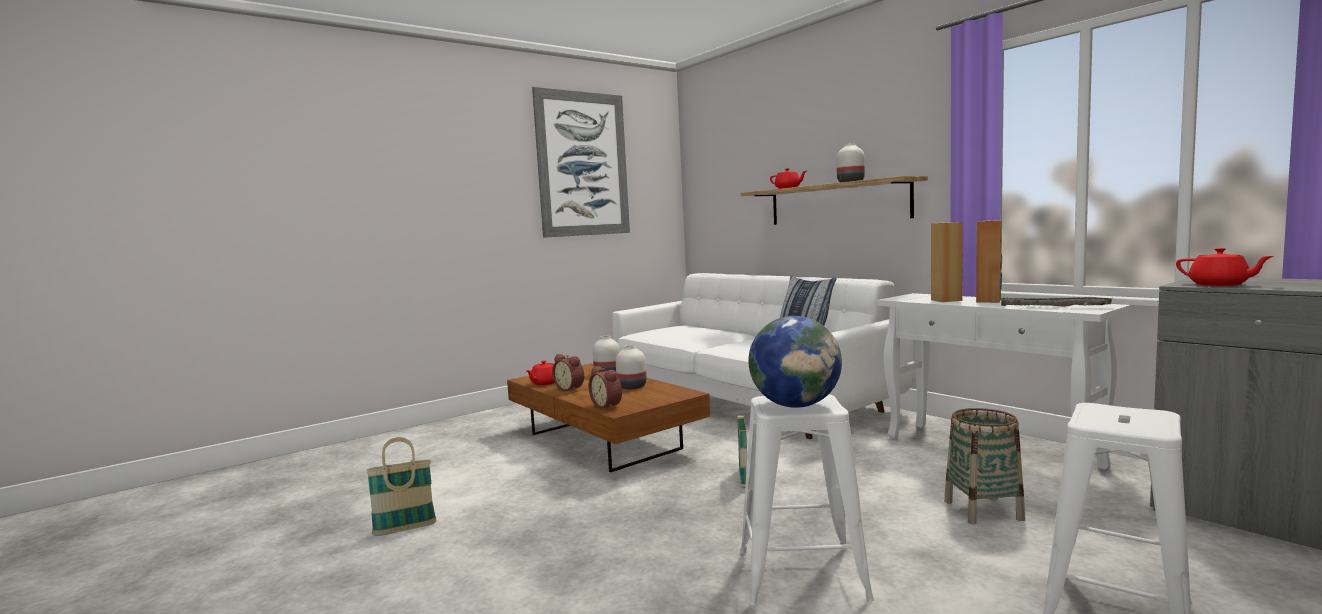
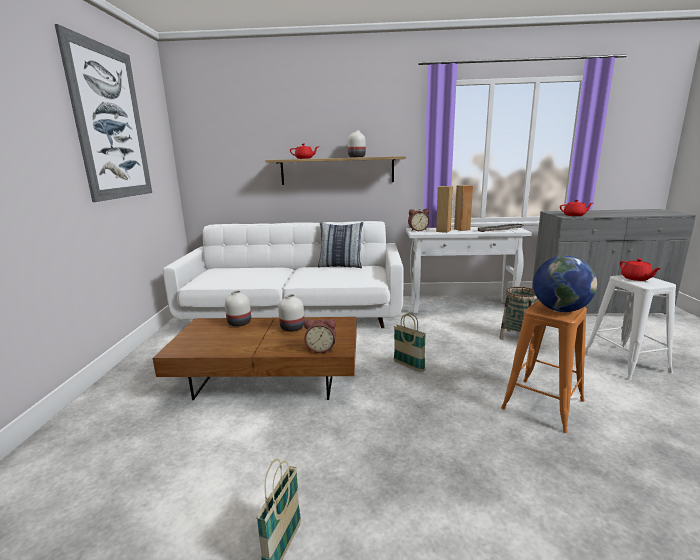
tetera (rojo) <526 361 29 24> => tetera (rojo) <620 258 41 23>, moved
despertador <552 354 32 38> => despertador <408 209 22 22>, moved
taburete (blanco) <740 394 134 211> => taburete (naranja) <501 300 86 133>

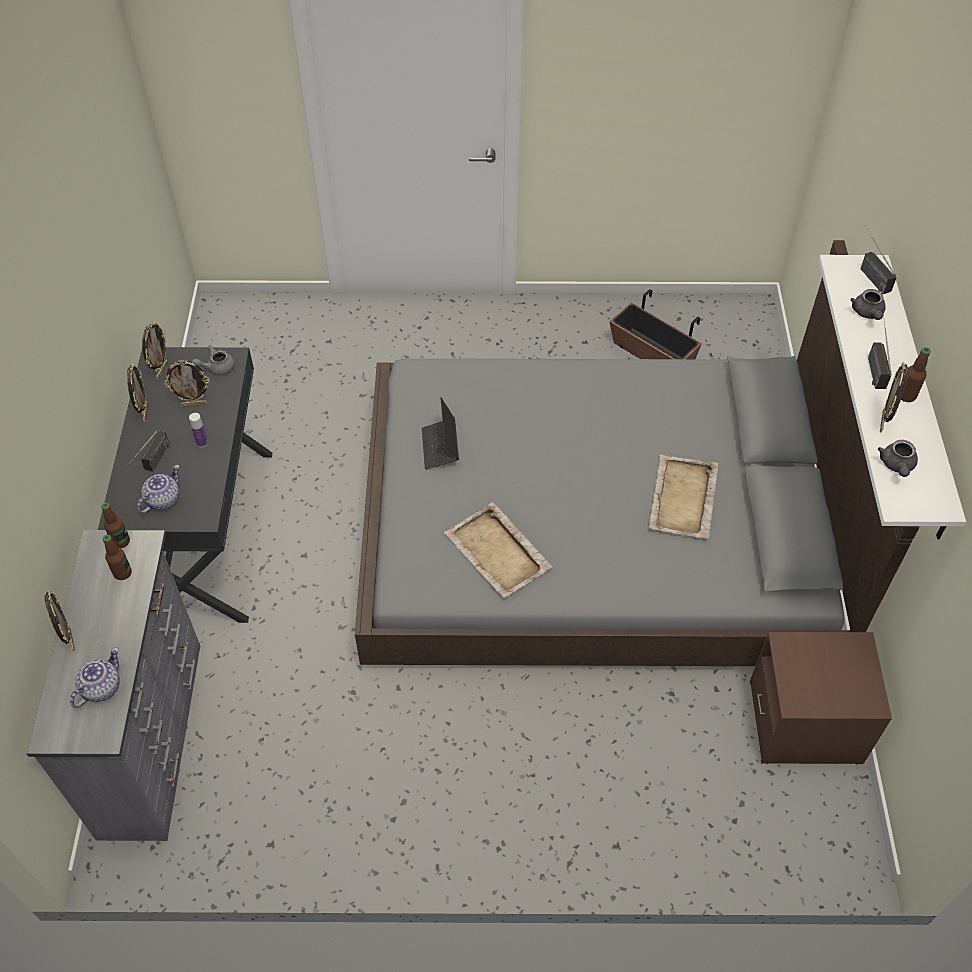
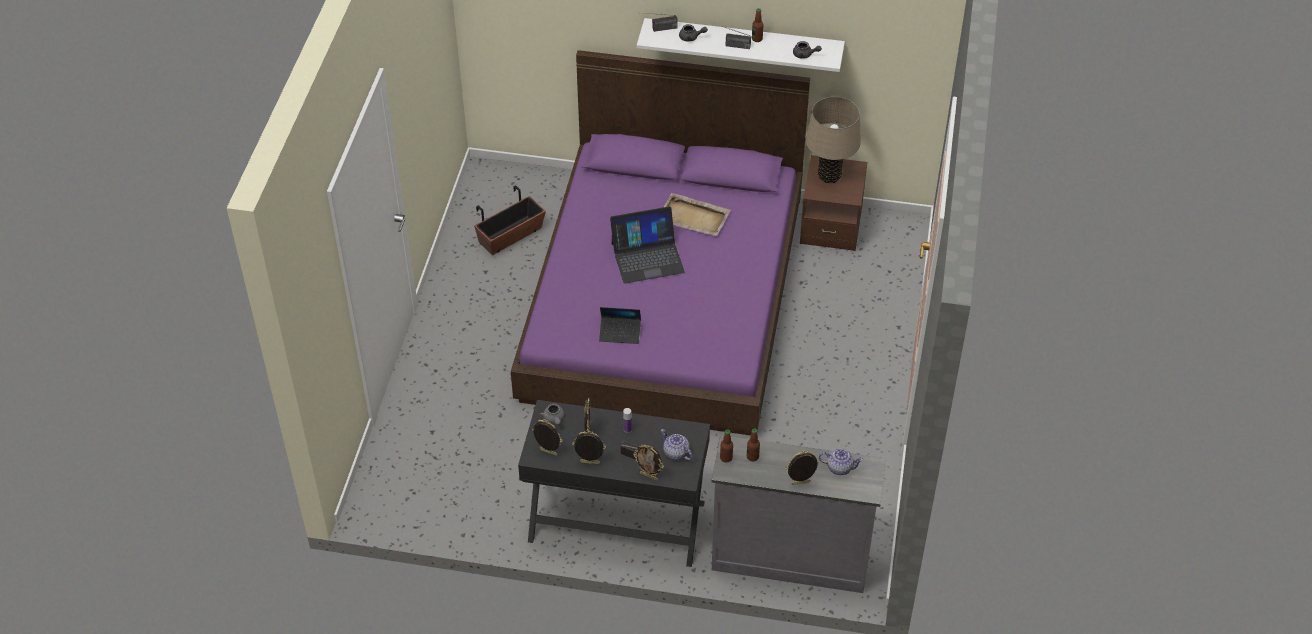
bandeja (beis) <444 502 109 96> => nothing
nothing => portátil <610 206 75 77>
nothing => lámpara de mesa (beis) <806 97 55 86>
portarretratos <880 362 29 70> => portarretratos <633 444 31 37>, moved
cama (gris) <355 240 564 426> => cama (morado) <511 50 299 385>
tetera <70 647 49 61> => tetera <819 448 44 27>, 150 degrees clockwise

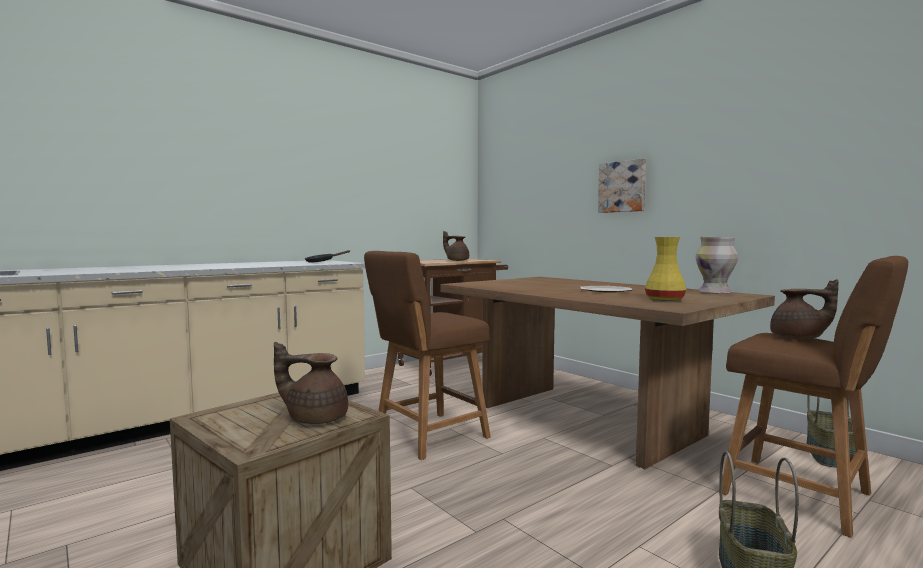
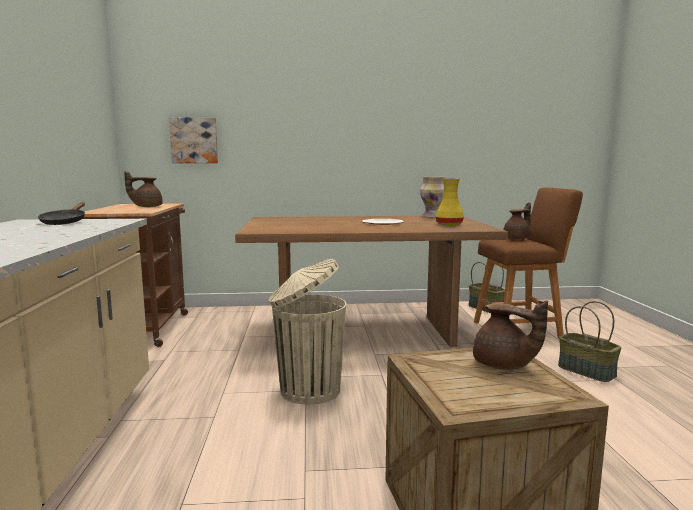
cuadro <598 158 48 55> => cuadro <169 117 49 46>, moved
taburete (marrón) <364 251 127 209> => papelera (beis) <268 259 78 146>
tetera (marrón) <274 342 74 82> => tetera (marrón) <473 300 75 70>, 90 degrees counterclockwise

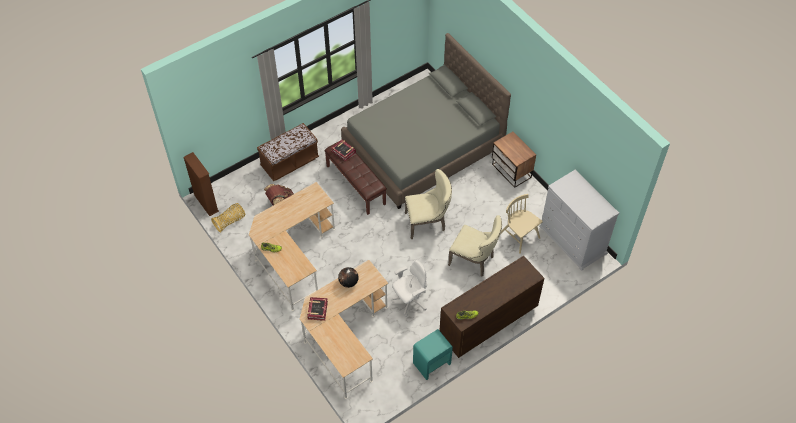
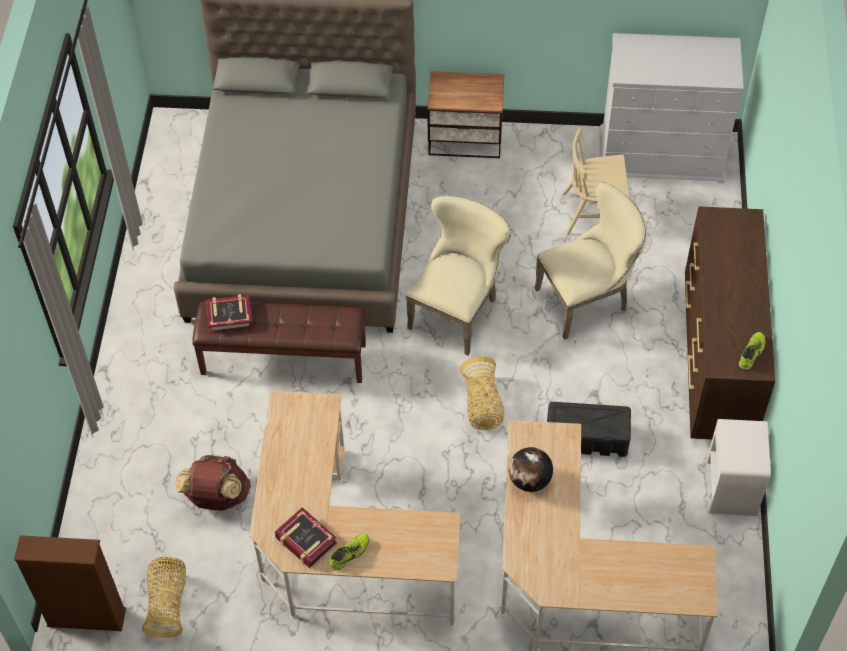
banco (marrón) <257 123 62 58> => nothing
nothing => cesta <460 357 44 73>
libro <307 297 21 24> => libro <275 507 62 61>, moved
silla de oficina (blanco) <392 260 35 57> => caja de almacenaje (negro) <547 402 84 55>
mesita de noche (turquesa) <413 329 40 51> => mesita de noche (blanco) <707 419 64 97>

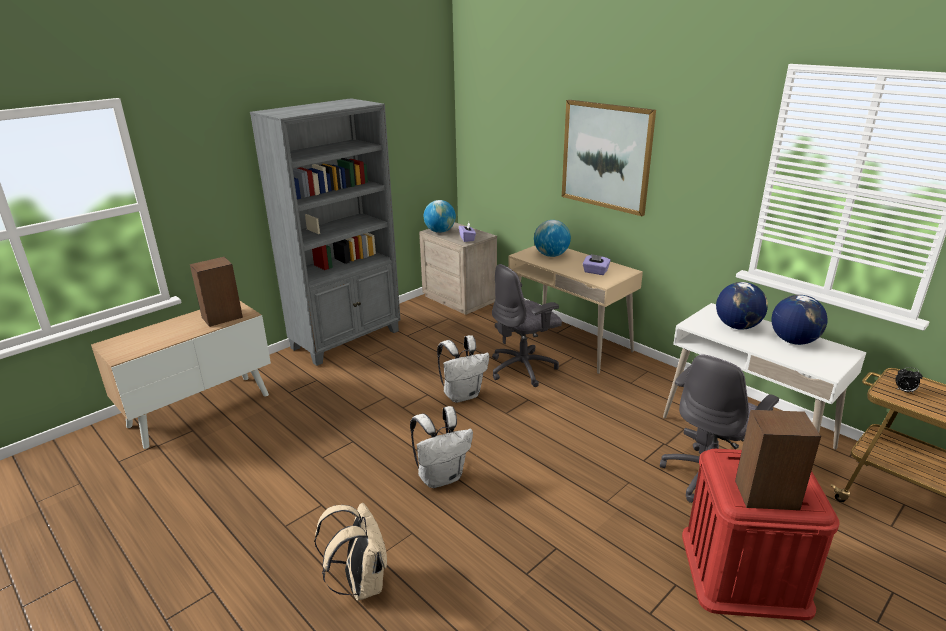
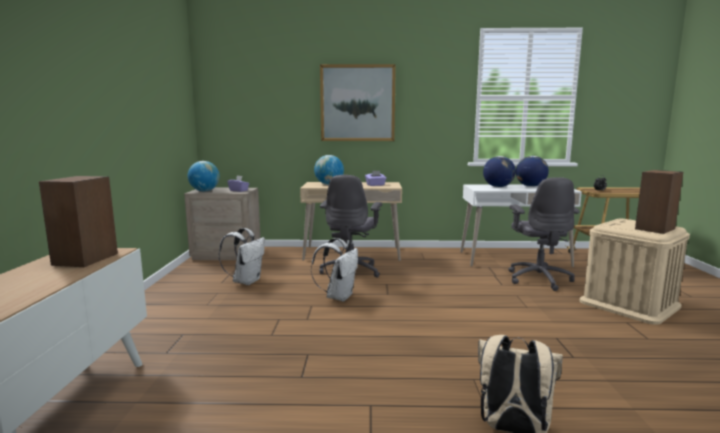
estantería (gris) <250 98 151 268> => nothing
mochila (blanco) <410 406 63 82> => mochila (blanco) <219 228 46 57>, moved
caja de almacenaje (rojo) <682 449 158 171> => caja de almacenaje (beis) <580 218 110 107>

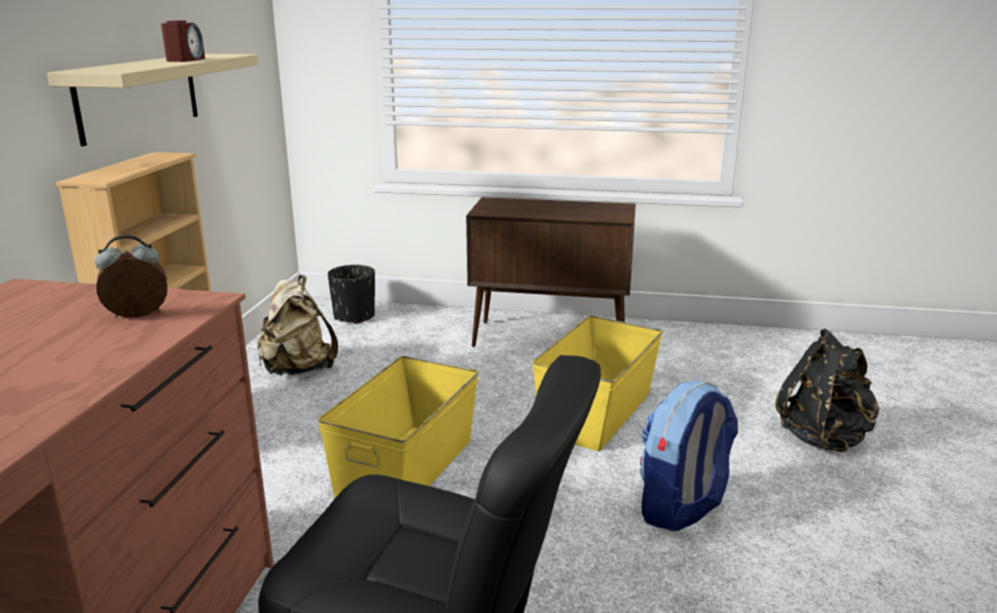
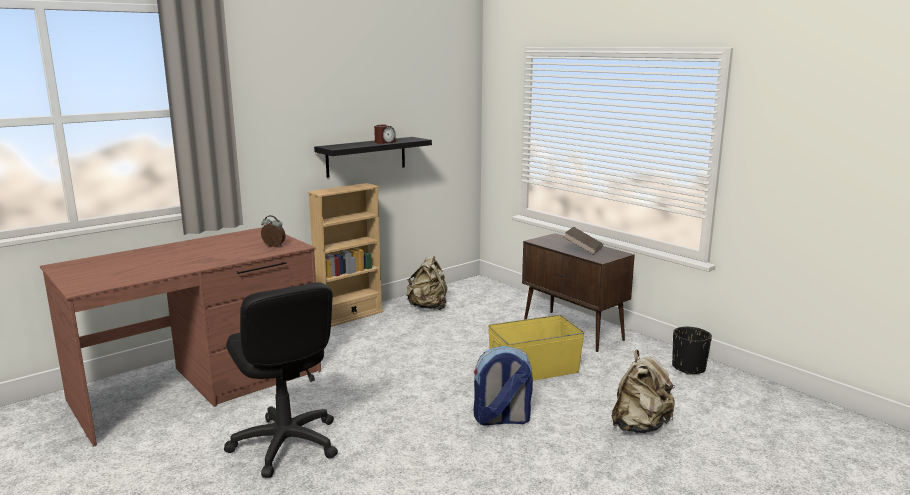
caja de almacenaje (amarillo) <318 356 161 142> => nothing
nothing => libro (marrón) <563 227 40 28>
maceta (negro) <328 265 47 59> => maceta (negro) <672 327 40 48>, moved
estante (beis) <47 54 211 92> => estante (negro) <314 137 118 41>
mochila (negro) <775 328 105 124> => mochila (beis) <612 350 63 83>

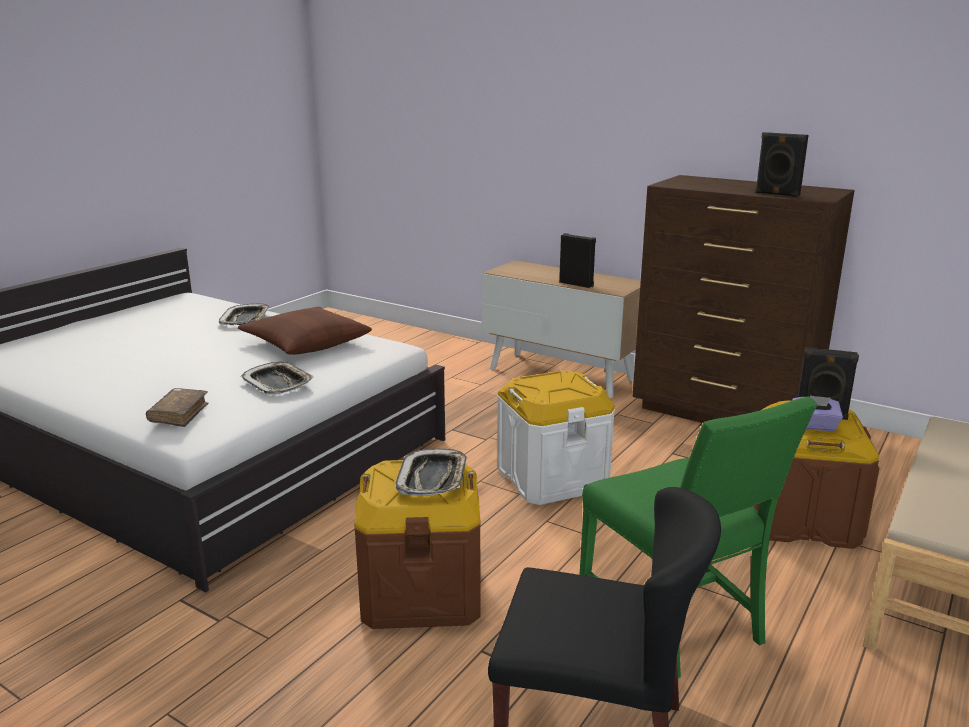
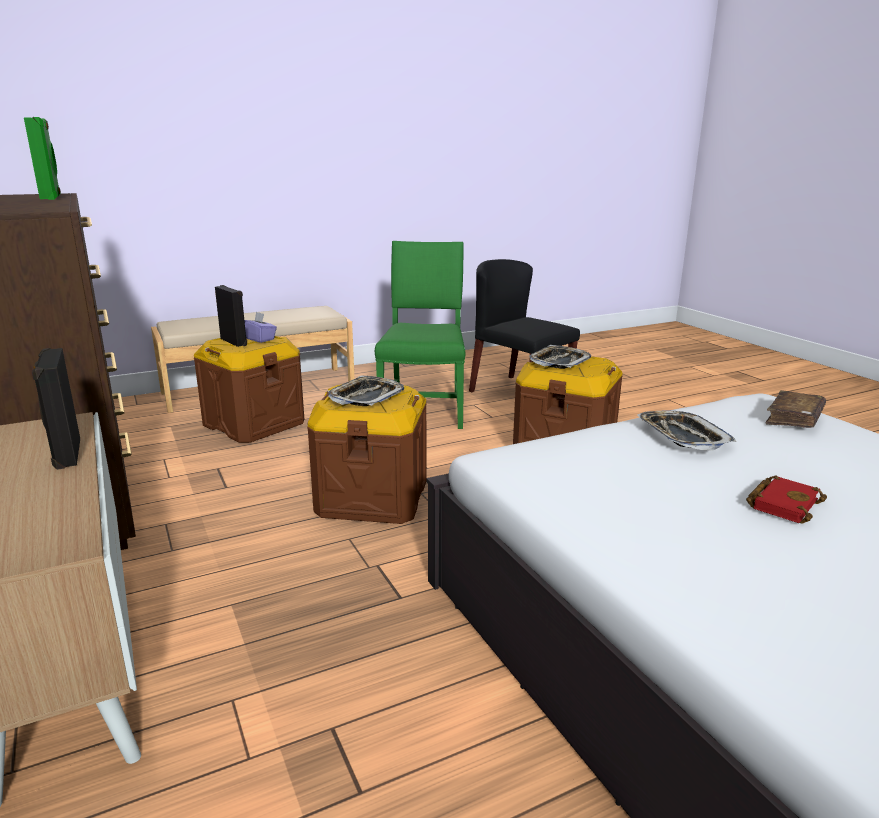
cojín (marrón) <238 307 134 48> => nothing
nothing => libro (rojo) <746 475 81 48>
bandeja <219 304 51 21> => bandeja <328 376 76 30>, moved
caja de almacenaje (blanco) <497 370 118 135> => caja de almacenaje (marrón) <307 384 120 140>
altavoz (negro) <755 132 54 65> => altavoz (verde) <24 117 37 83>

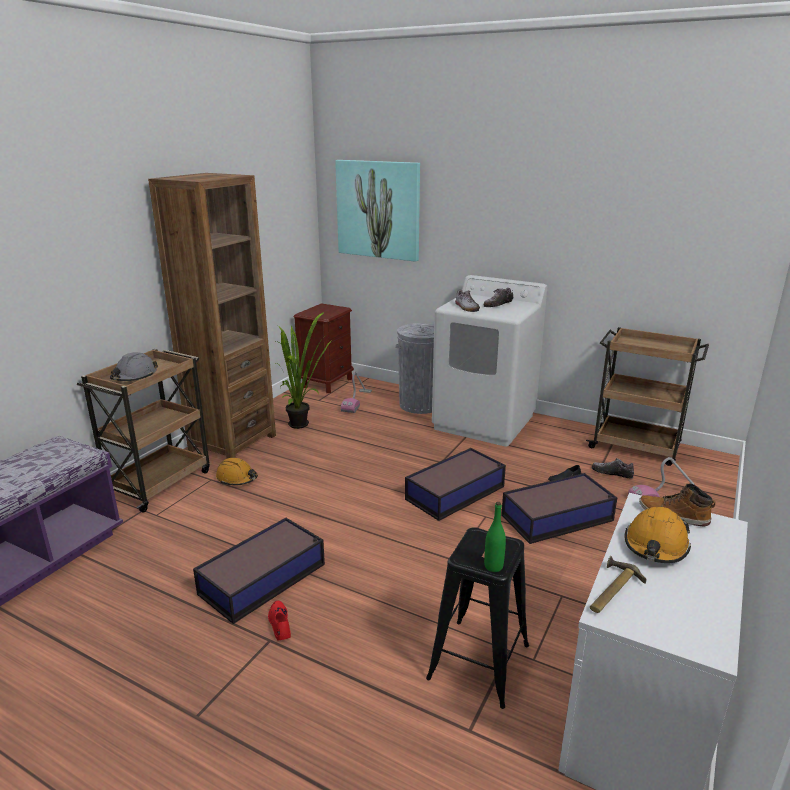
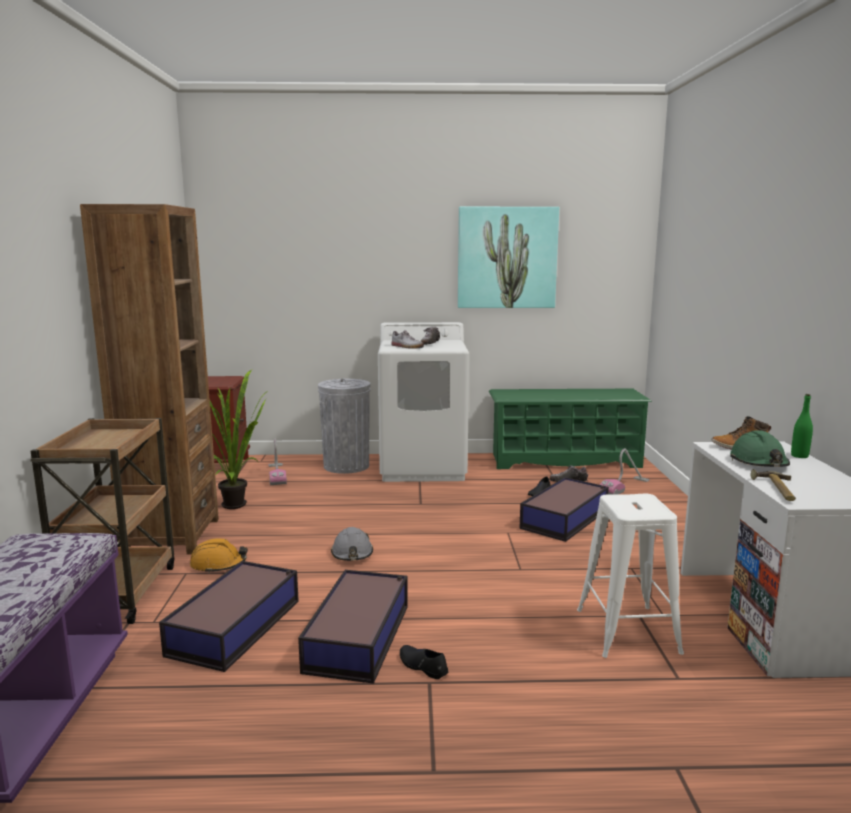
casco (gris) <110 352 48 29> => casco (gris) <331 527 42 34>, moved
cuadro <335 160 85 102> => cuadro <458 207 101 101>, moved
caja de almacenaje <405 448 101 73> => caja de almacenaje <159 561 140 111>, moved
botella (verde) <484 502 22 70> => botella (verde) <791 394 22 64>, moved
carrito (marrón) <586 327 123 139> => zapatero (verde) <489 389 163 80>
zapato (rojo) <268 601 23 40> => zapato (negro) <400 645 48 34>
taburete (negro) <426 527 103 182> => taburete (blanco) <577 494 107 164>
casco (naranja) <624 507 67 56> => casco (verde) <730 430 60 37>

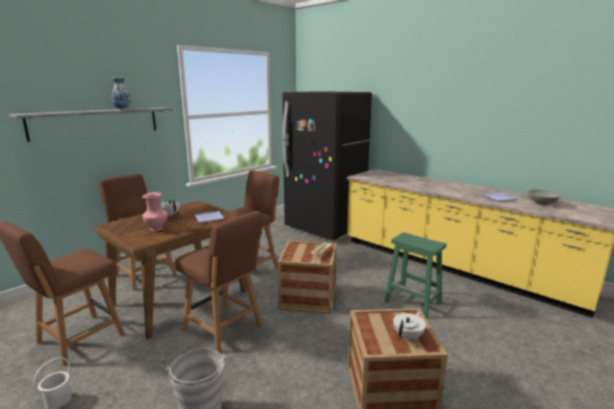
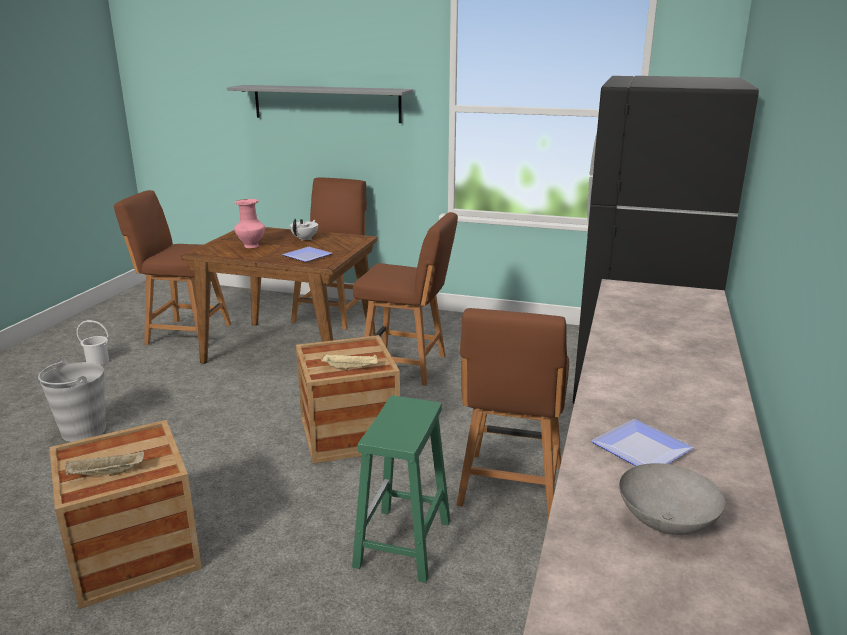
florero <111 77 20 32> => nothing
silla (marrón) <175 211 87 142> => silla (marrón) <456 308 113 211>, moved
tetera (blanco) <393 311 33 29> => bandeja (beis) <65 451 79 25>

